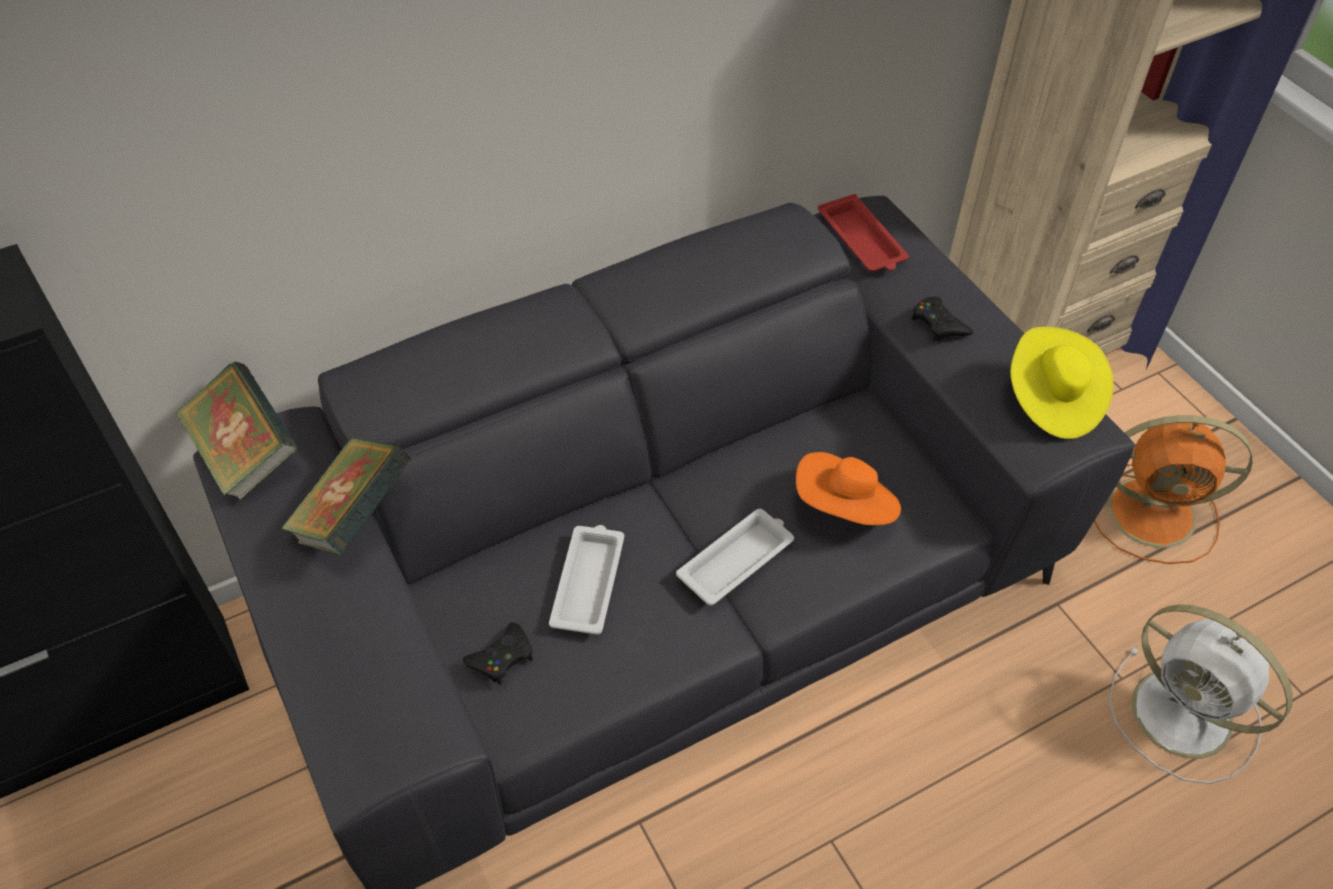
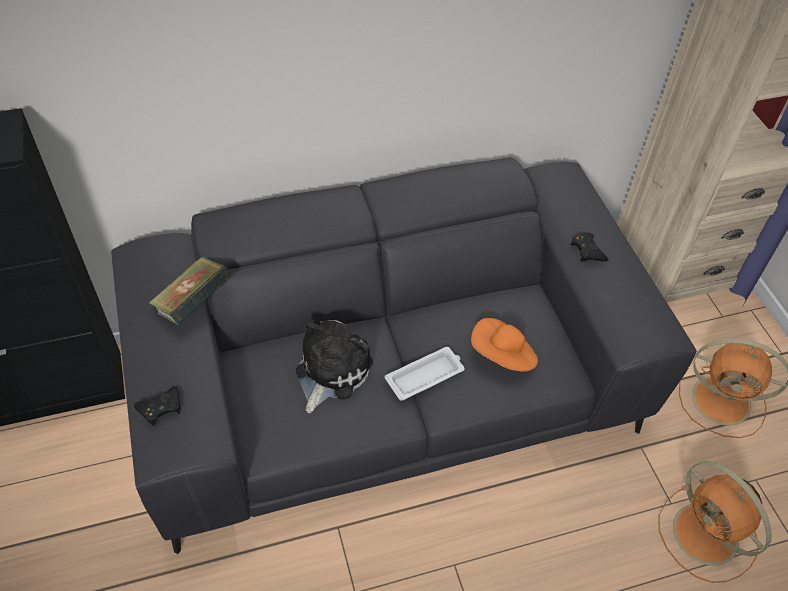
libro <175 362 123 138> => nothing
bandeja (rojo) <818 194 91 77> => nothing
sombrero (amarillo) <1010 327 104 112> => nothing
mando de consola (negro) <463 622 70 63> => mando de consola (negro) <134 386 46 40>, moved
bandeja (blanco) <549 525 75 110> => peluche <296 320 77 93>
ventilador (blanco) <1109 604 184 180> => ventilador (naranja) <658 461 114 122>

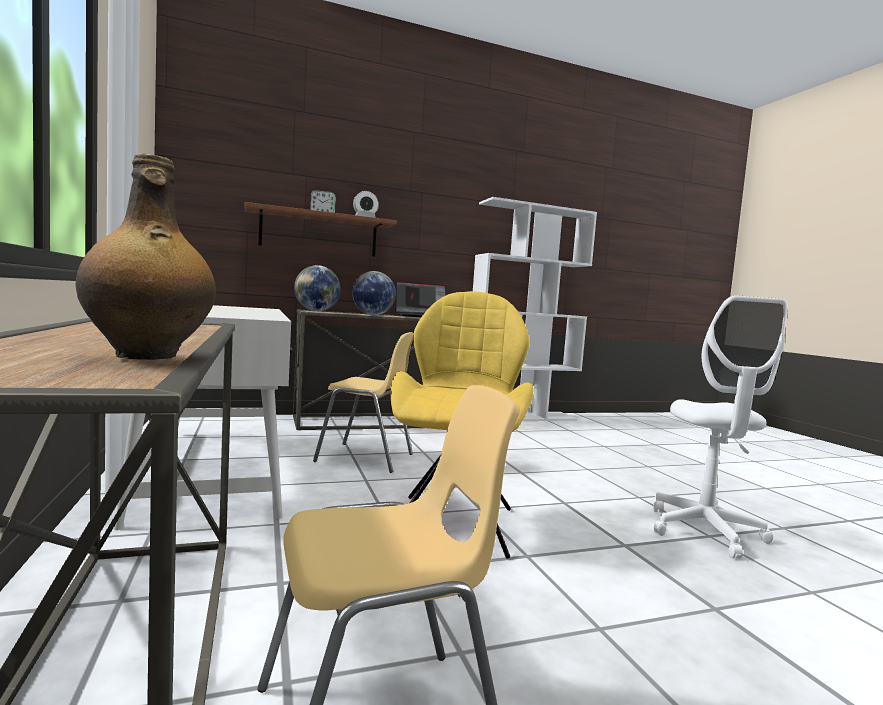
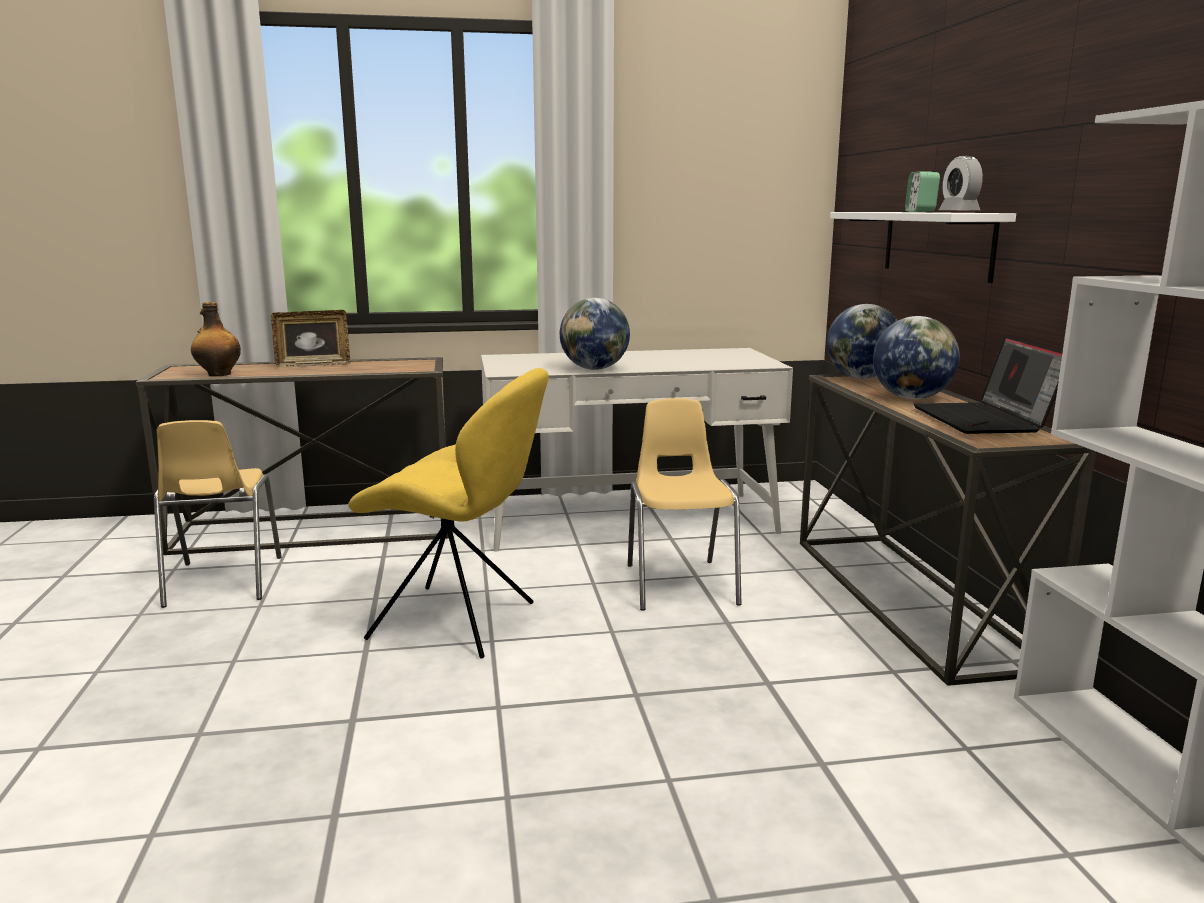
silla de oficina (blanco) <653 295 135 264> => nothing
nothing => portarretratos <271 310 80 57>
nothing => globo terráqueo <560 298 70 72>
estante (marrón) <244 202 153 55> => estante (blanco) <830 212 186 71>
silla (amarillo) <313 332 101 141> => silla (amarillo) <628 398 113 212>, 150 degrees clockwise

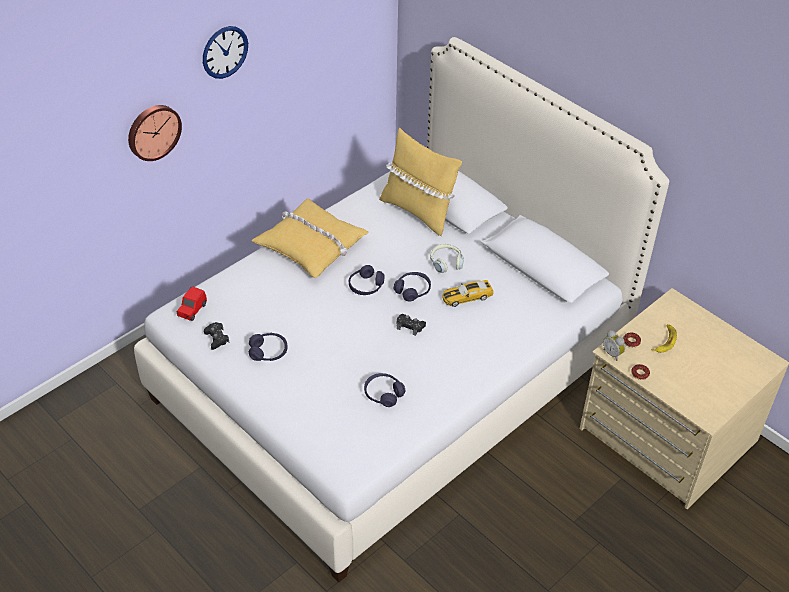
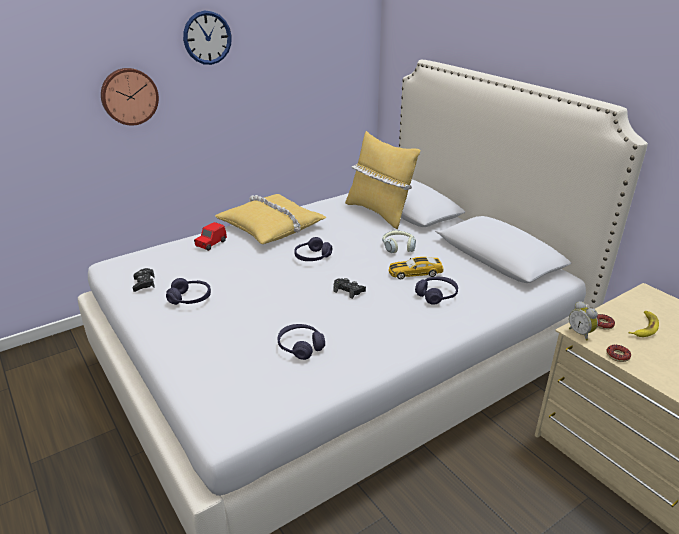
coche de juguete (rojo) <177 286 30 35> => coche de juguete (rojo) <194 222 33 29>, moved
auriculares (morado) <394 272 37 30> => auriculares (morado) <415 277 43 28>, moved

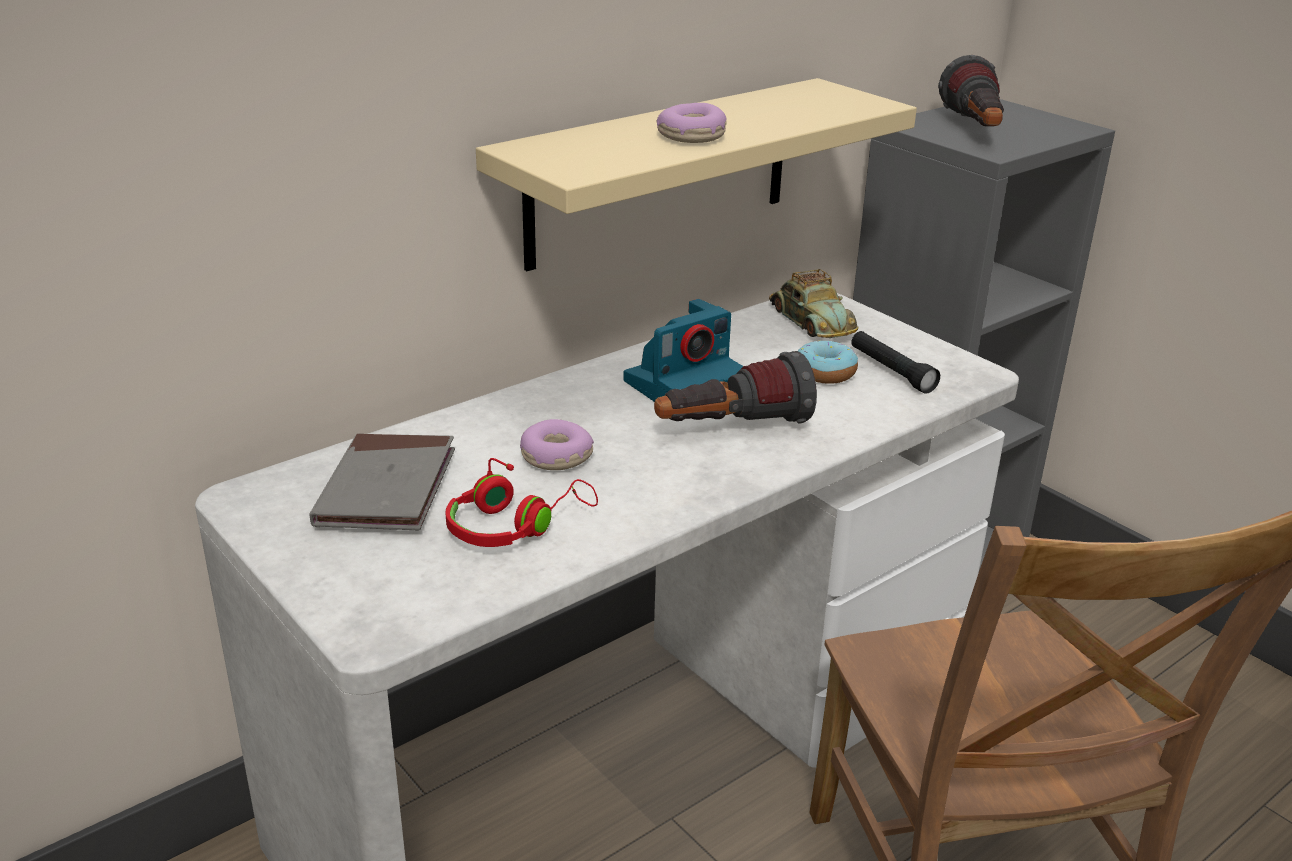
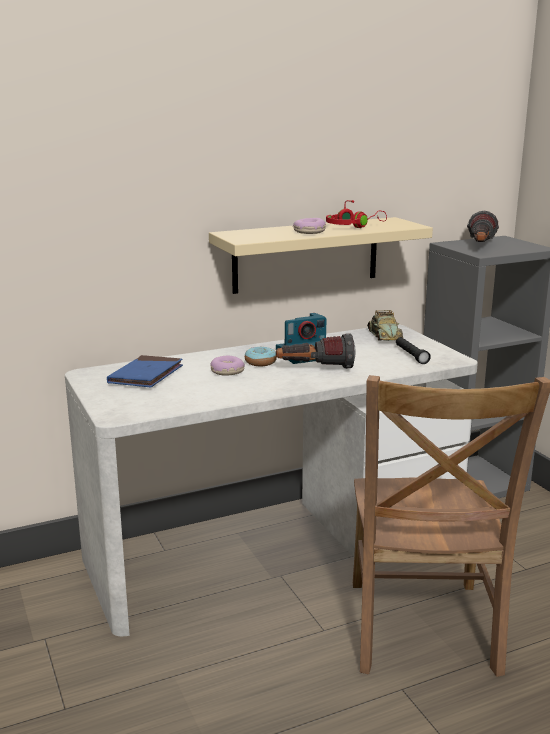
auriculares (rojo) <445 458 153 89> => auriculares (rojo) <326 200 61 28>, moved
rosquilla <798 340 60 44> => rosquilla <245 346 32 20>, moved
libro (gris) <310 433 145 98> => libro (azul) <107 355 76 32>

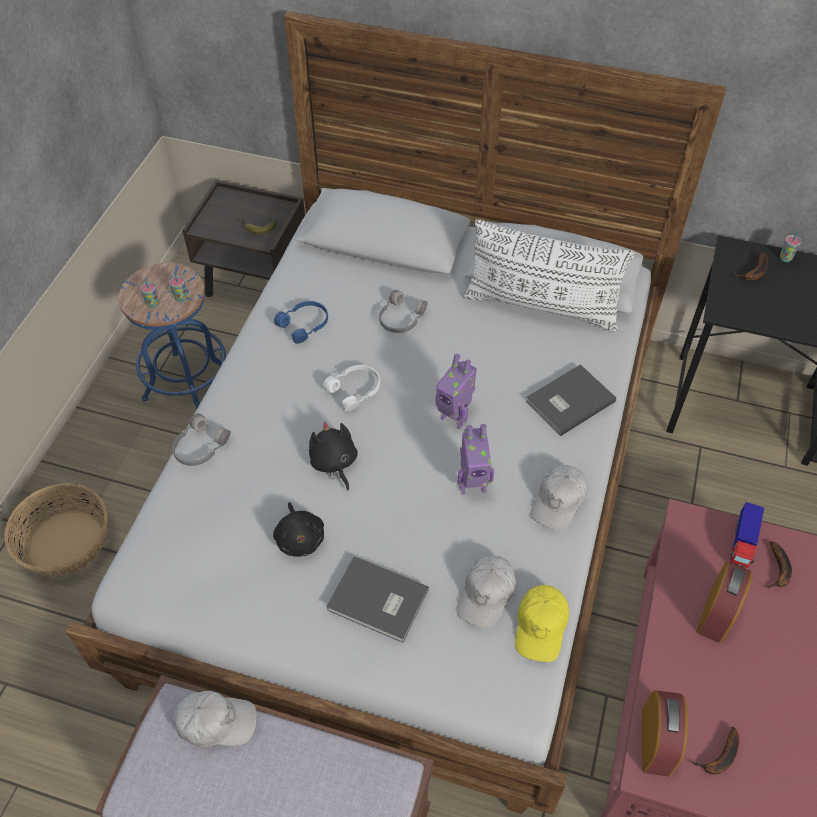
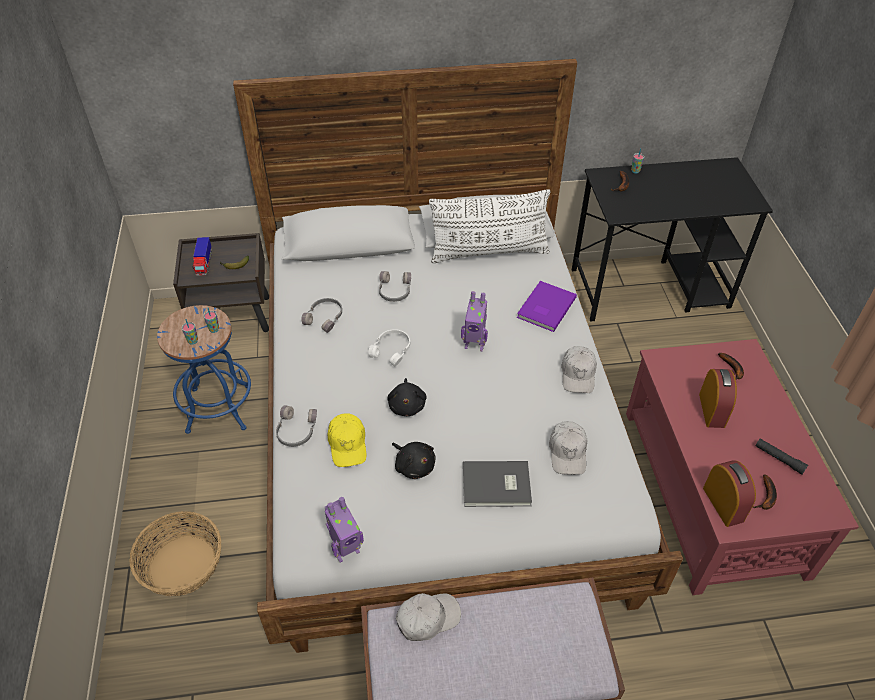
nothing => linterna (negro) <755 439 53 36>
robot de juguete <458 424 36 71> => robot de juguete <325 497 39 66>, moved
gorra (amarillo) <515 585 54 77> => gorra (amarillo) <328 413 38 54>, moved
camión de juguete <729 502 35 67> => camión de juguete <192 237 20 39>, moved
auriculares (azul) <274 301 54 43> => auriculares (gris) <301 298 41 35>
libro (gris) <526 364 90 72> => libro (morado) <517 281 60 51>
peluche (negro) <309 422 49 69> => peluche (negro) <387 378 40 38>, 135 degrees counterclockwise

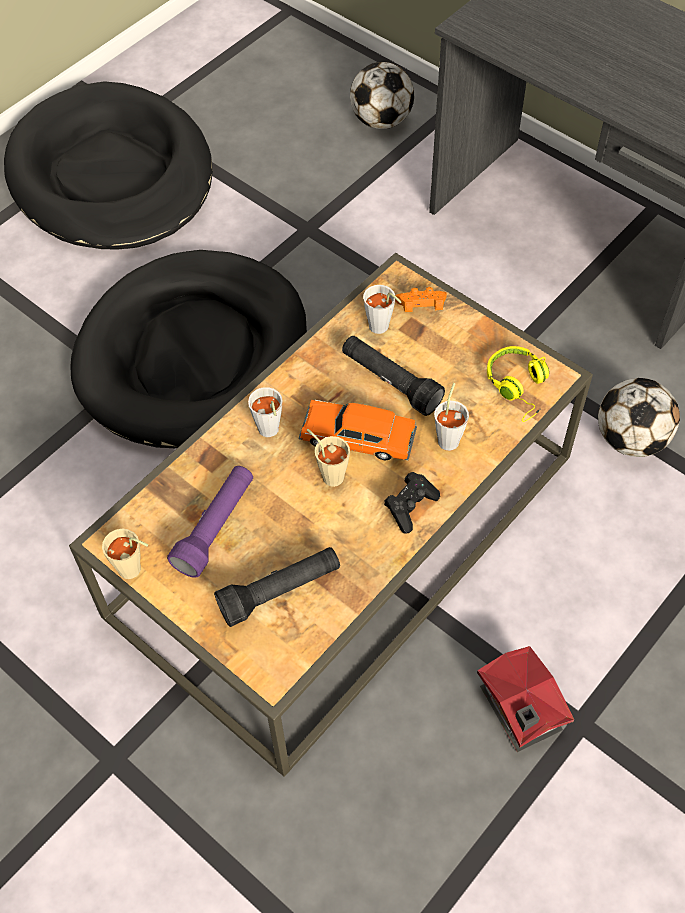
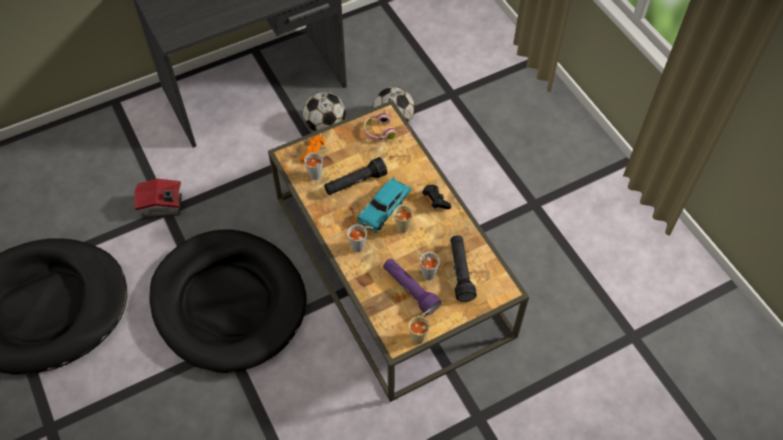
balón de fútbol <350 62 64 67> => balón de fútbol <303 91 43 41>, moved
taza (gris) <434 383 35 68> => taza (gris) <414 250 26 30>, moved
casita <477 646 97 106> => casita <135 179 47 39>, moved
coche de juguete (naranja) <299 400 118 60> => coche de juguete (turquesa) <357 177 54 56>
auriculares (amarillo) <487 346 62 76> => auriculares (rosa) <364 109 47 31>

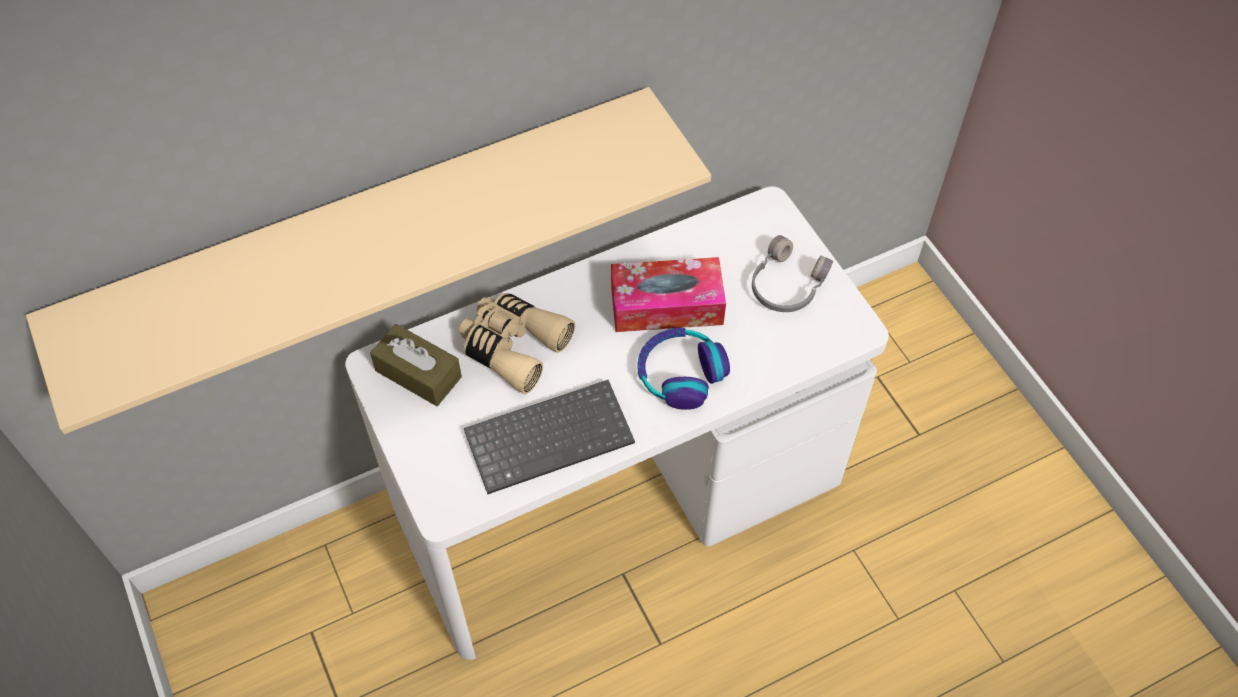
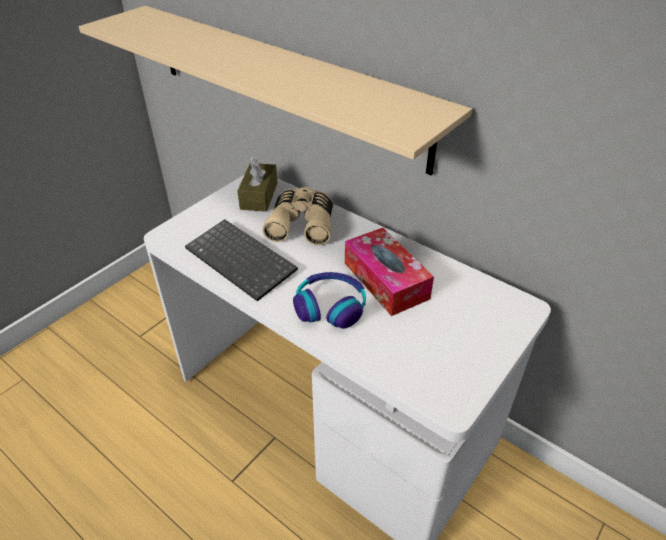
auriculares (gris) <752 235 81 77> => nothing

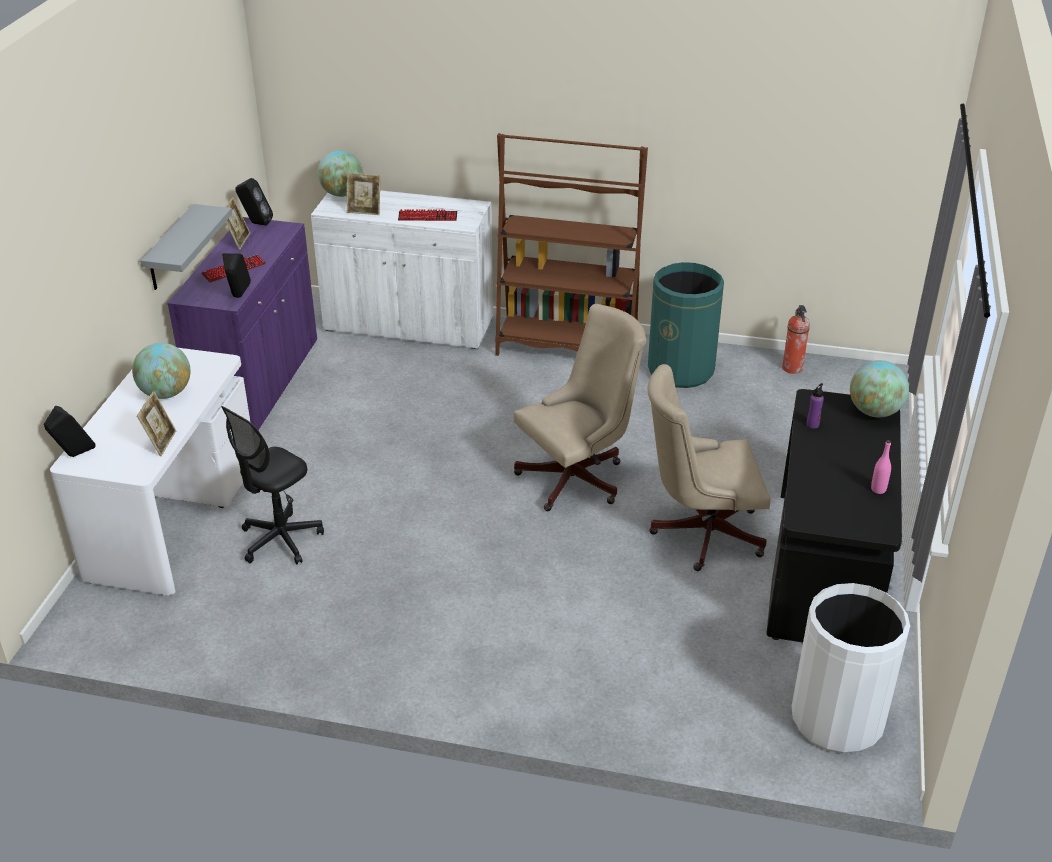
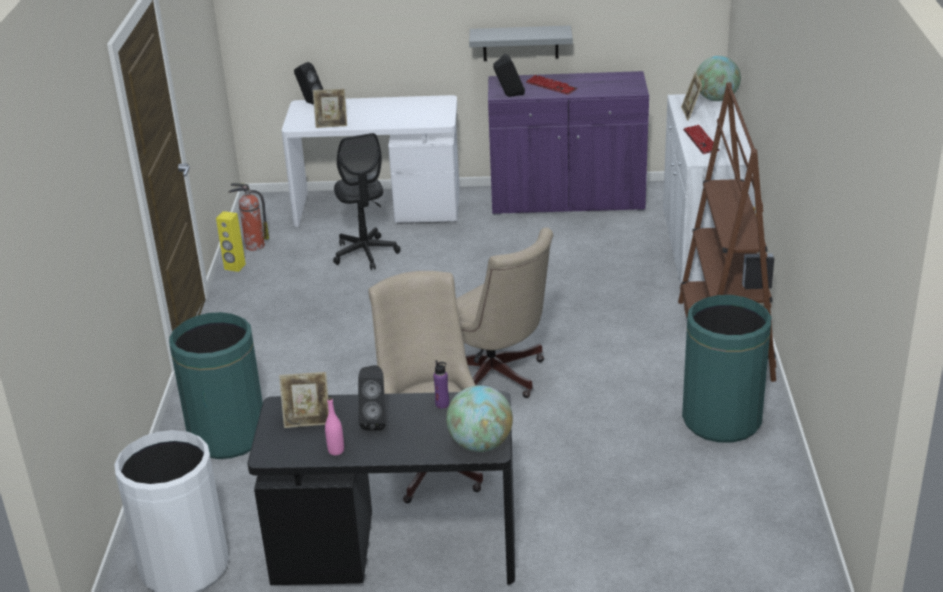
globo terráqueo <132 343 59 56> => nothing
nothing => papelera (verde) <169 312 94 147>
nothing => altavoz (amarillo) <216 211 30 61>
portarretratos <226 197 24 53> => portarretratos <279 372 49 56>, moved
altavoz (negro) <235 178 38 48> => altavoz (negro) <358 365 28 65>, moved
extintor <782 305 28 69> => extintor <229 183 40 68>, moved
silla de oficina (negro) <221 406 103 158> => silla de oficina (negro) <333 133 67 137>, 135 degrees counterclockwise

